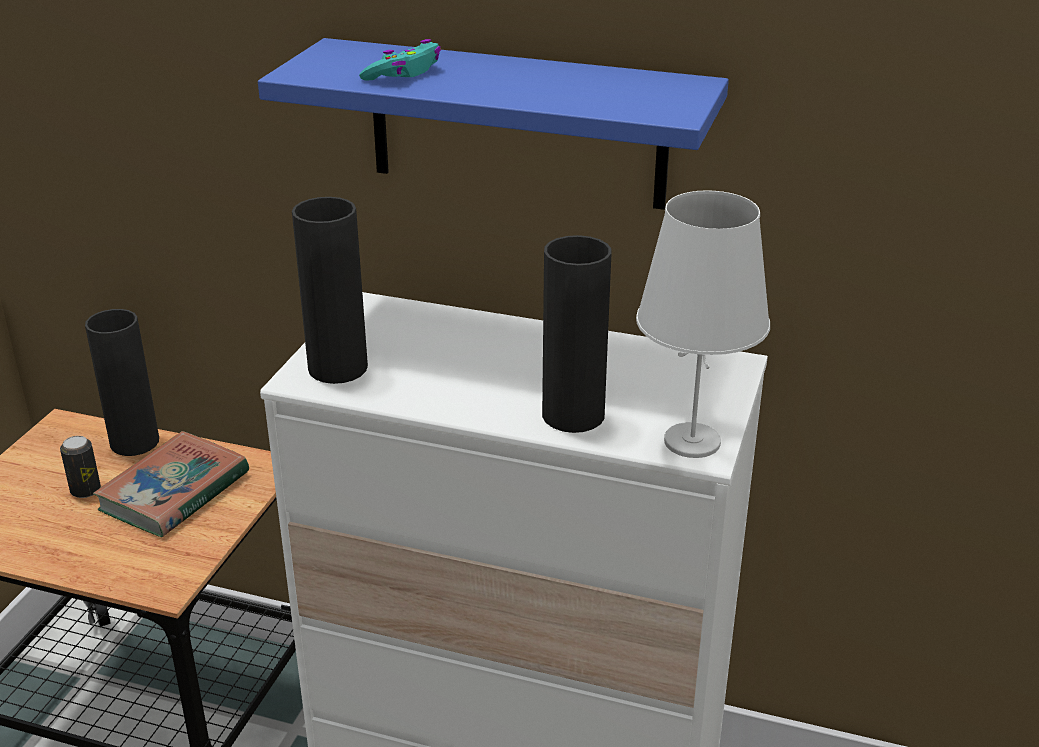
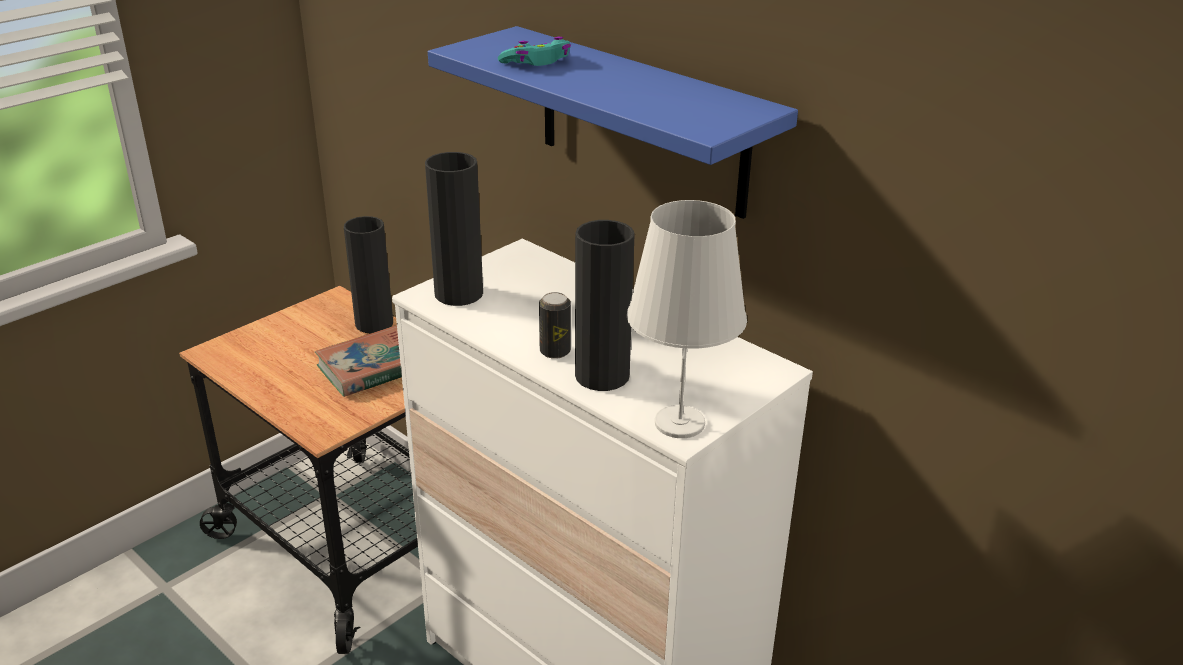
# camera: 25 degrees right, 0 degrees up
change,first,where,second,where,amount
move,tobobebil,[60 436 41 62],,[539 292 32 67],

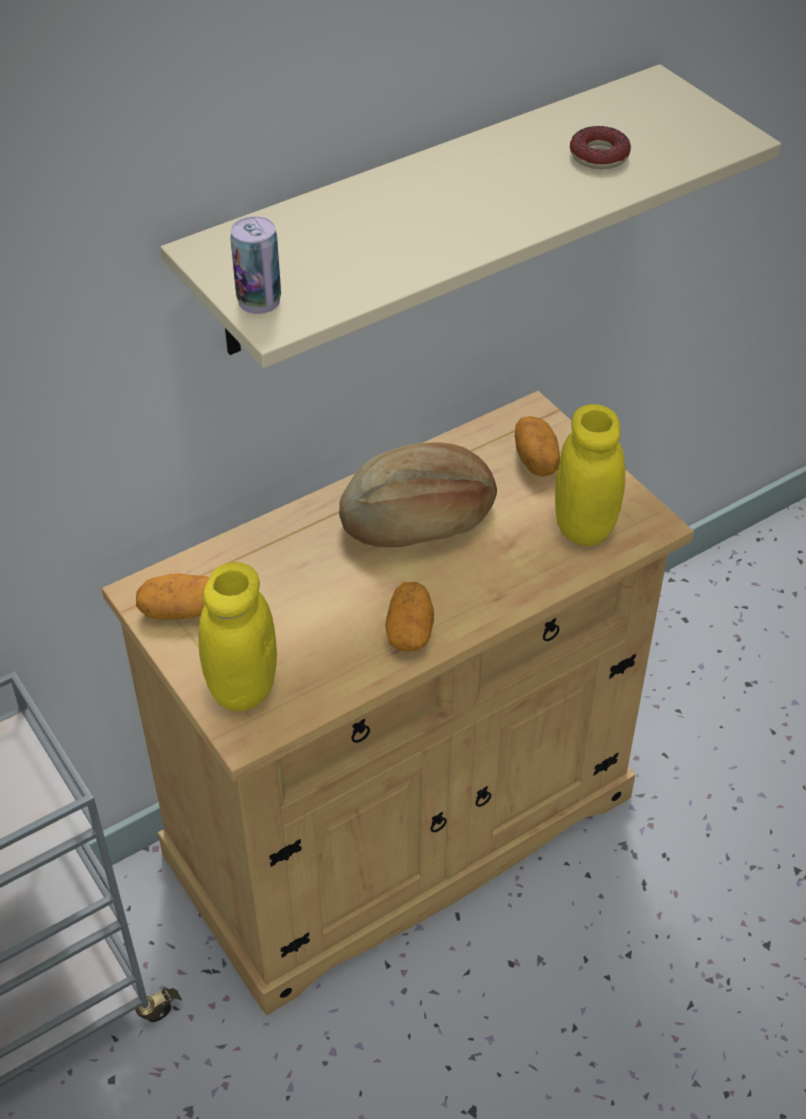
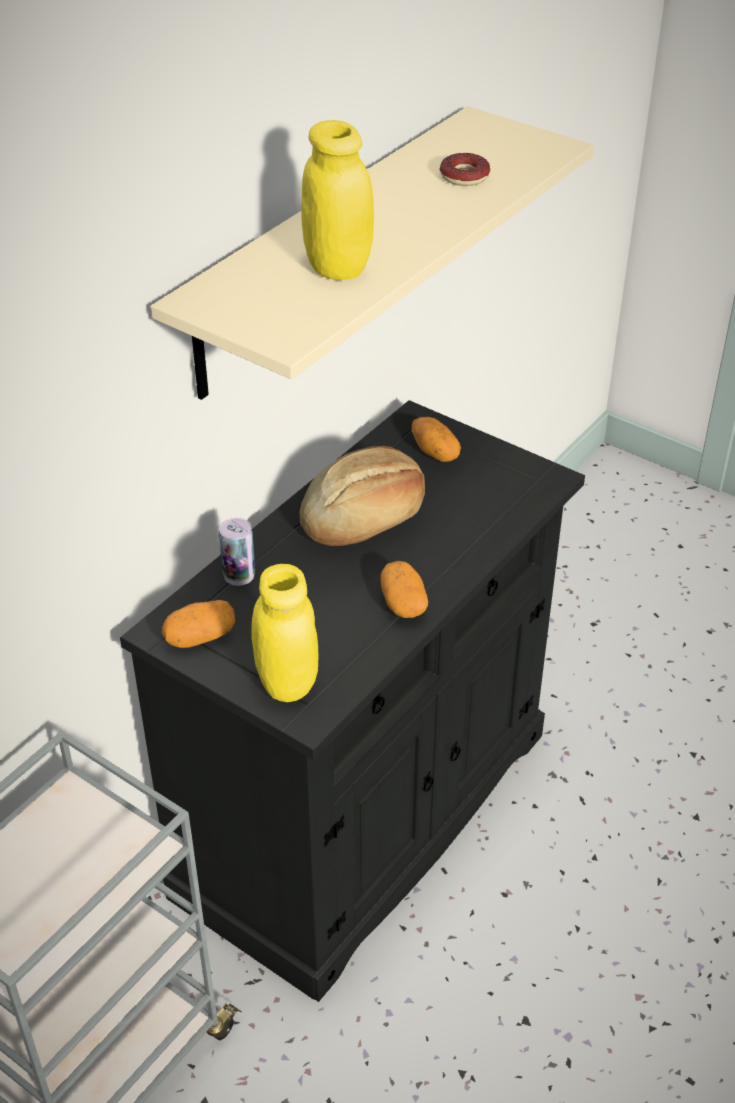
# camera: 20 degrees left, 5 degrees down
change,first,where,second,where,amount
recolor,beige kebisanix,[101 391 593 624],black kebisanix,[120 400 465 602],
move,tobobebil,[230 216 51 98],,[219 518 36 68],
move,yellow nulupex,[555 404 70 142],,[301 120 73 160],

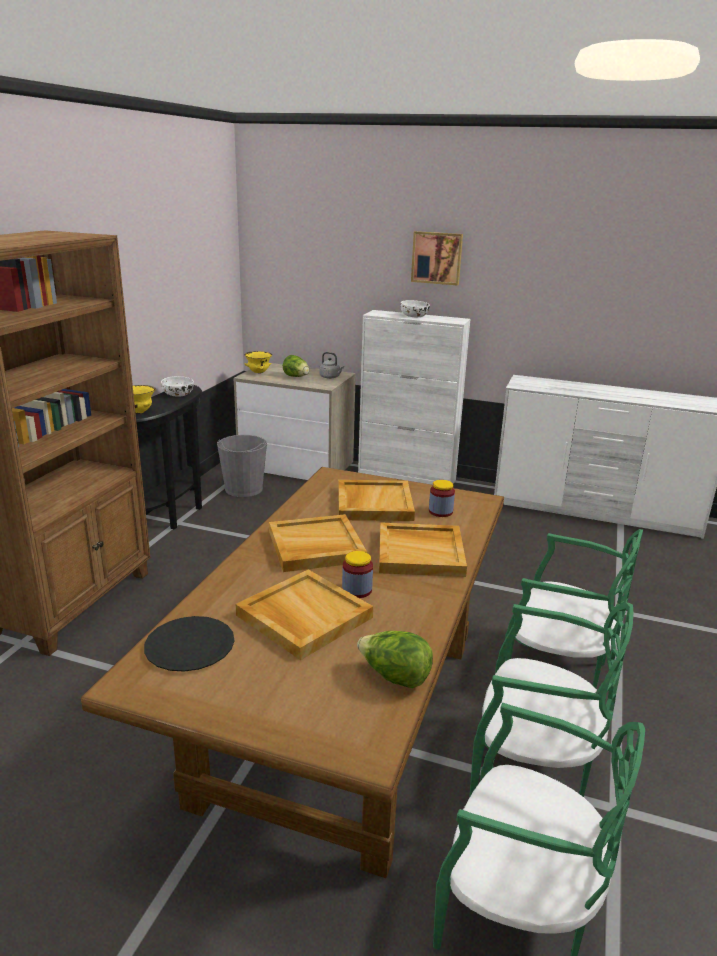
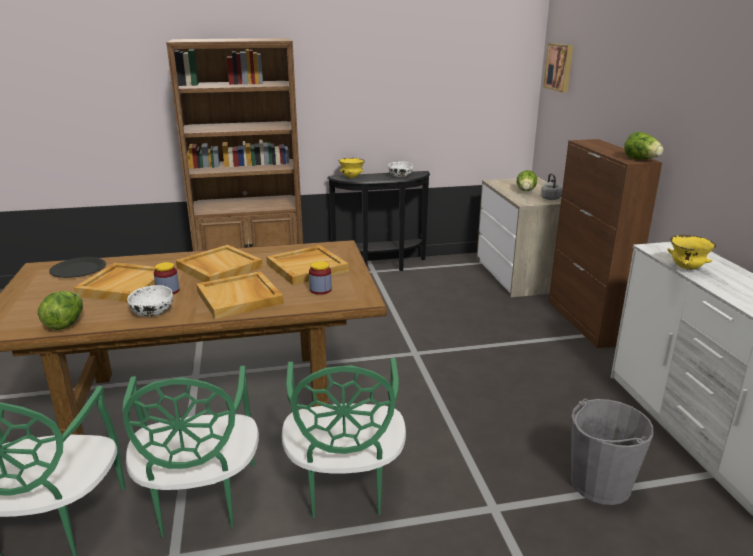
# camera: 60 degrees right, 0 degrees up
change,first,where,second,where,amount
move,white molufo,[400 300 30 17],,[127 285 46 32],
move,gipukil,[411 231 52 55],,[543 43 30 50],
recolor,white kebisanix,[358 310 112 175],brown kebisanix,[548 139 114 209],
move,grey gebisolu,[217 435 50 62],,[571 399 83 106],
insert,,,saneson,[624 132 39 27],
move,yellow molufo,[244 351 28 22],,[667 235 49 35],

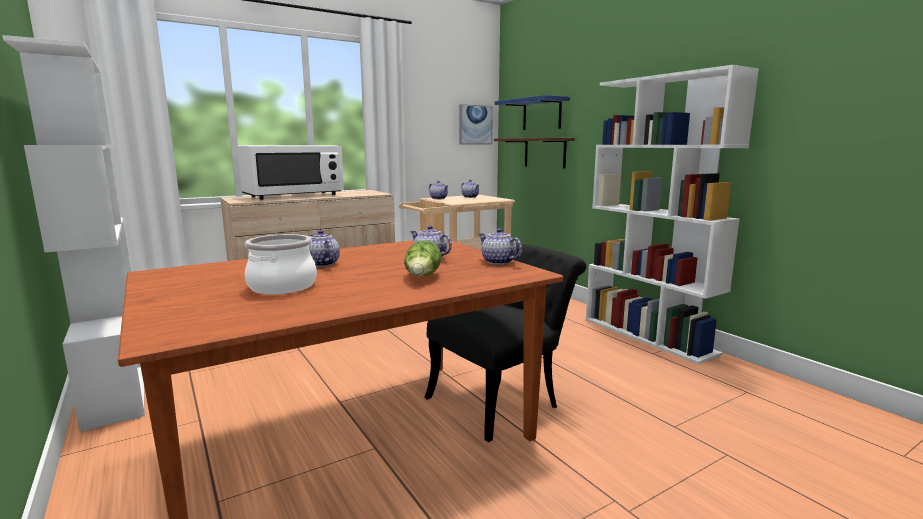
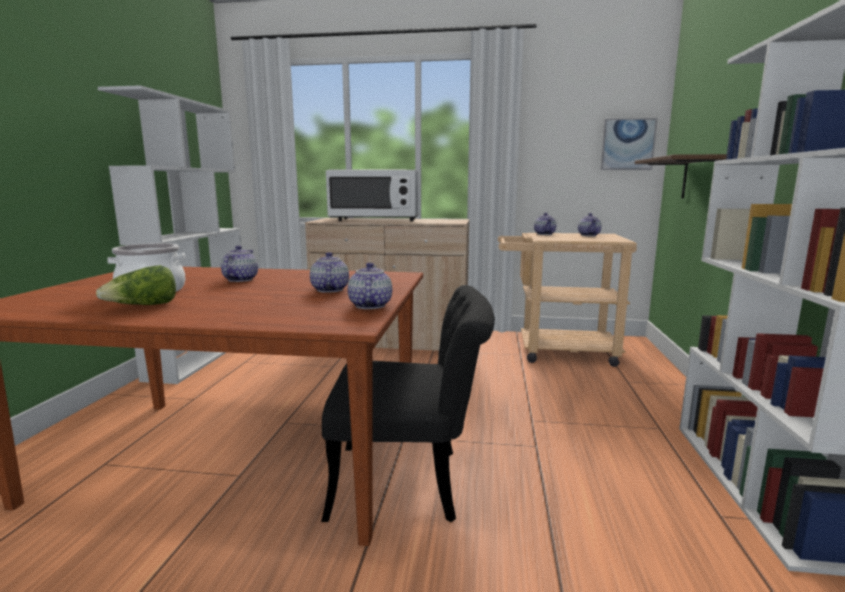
# camera: 40 degrees right, 0 degrees up
change,first,where,second,where,amount
move,saneson,[404 241 37 35],,[96 265 80 40],
delete,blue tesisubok,[495 95 75 35],,,

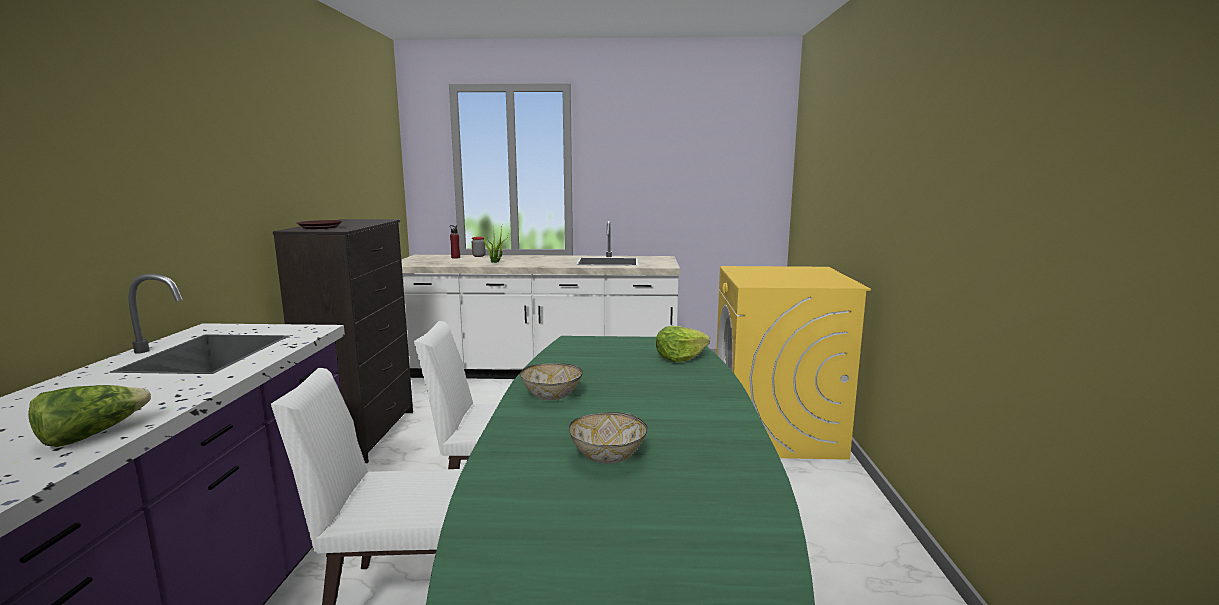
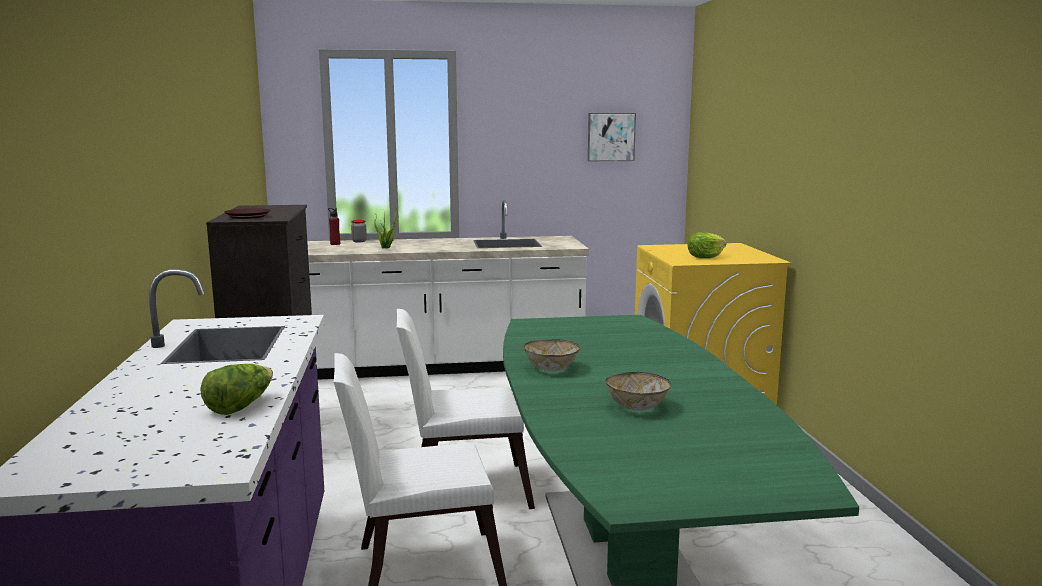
# camera: 10 degrees left, 0 degrees up
change,first,where,second,where,amount
insert,,,gipukil,[588 113 48 48],
move,saneson,[656 326 54 36],,[687 233 40 26],

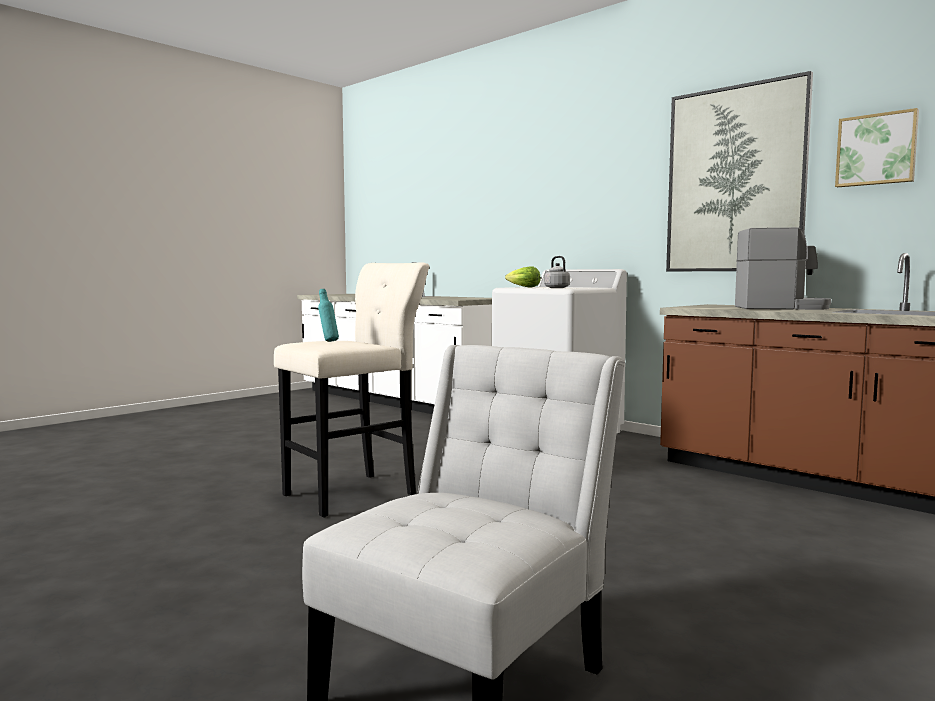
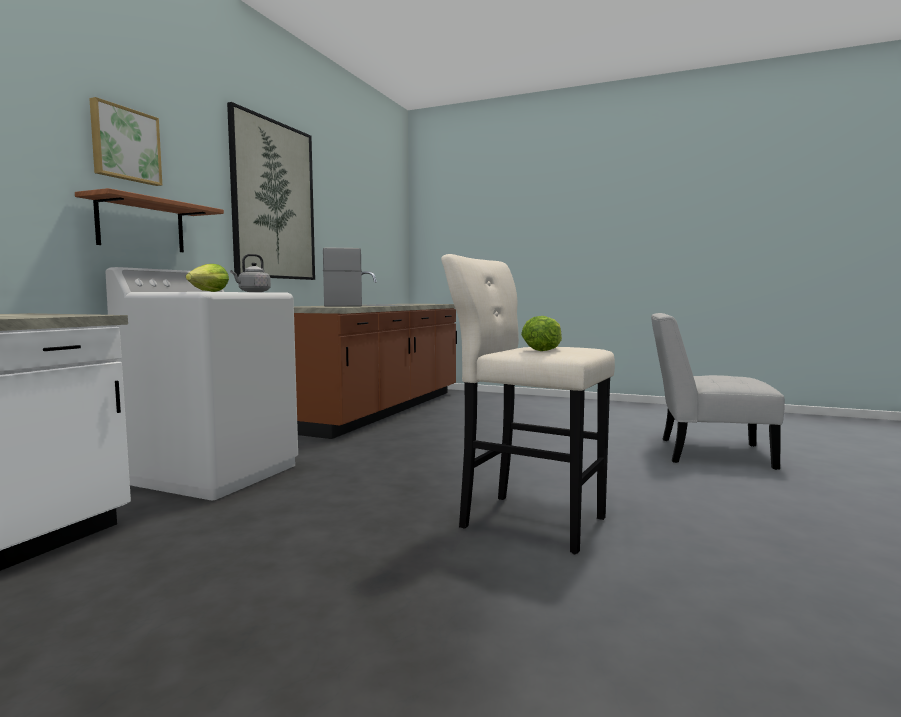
# camera: 110 degrees left, 0 degrees up
change,first,where,second,where,amount
insert,,,tesisubok,[75 188 149 64],
move,gipukil,[835 108 84 79],,[89 97 73 89],
replace,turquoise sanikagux,[318 289 21 53],saneson,[521 316 41 35],

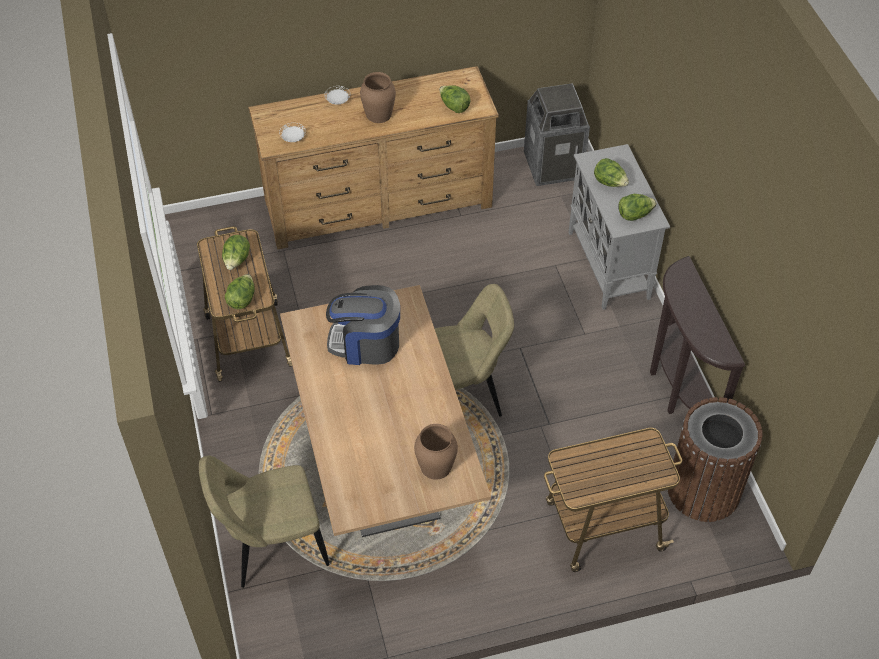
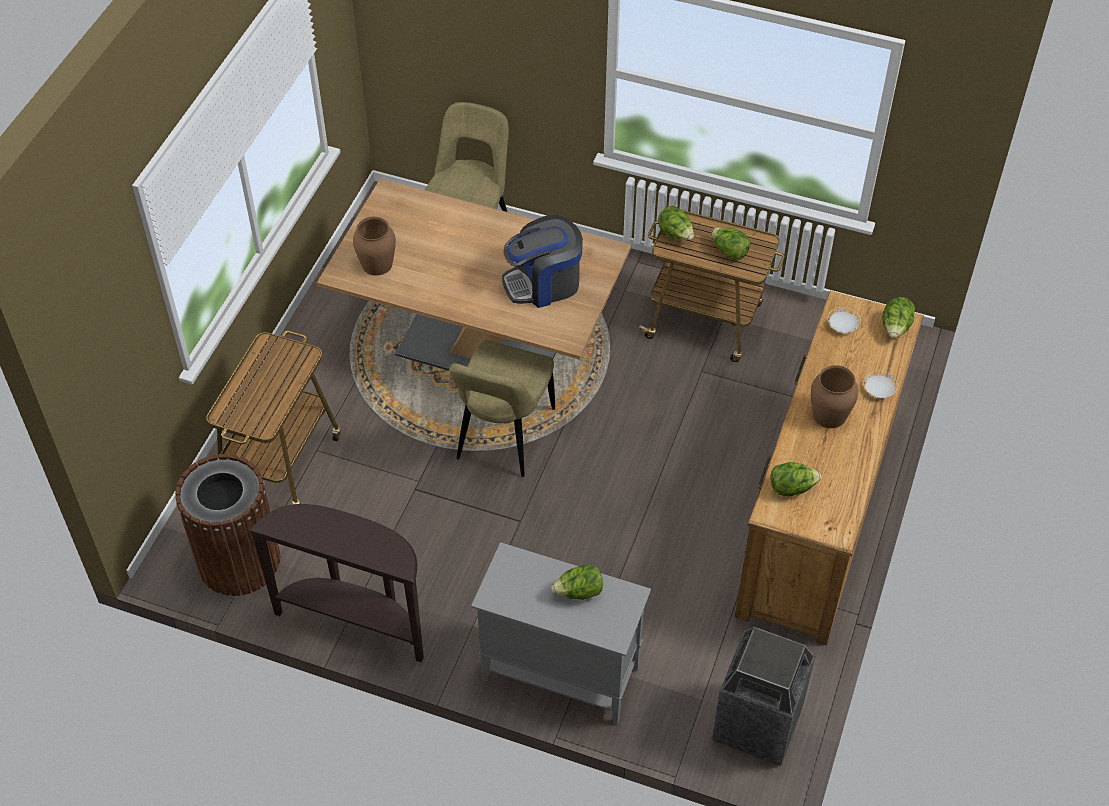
# camera: 125 degrees right, 0 degrees up
change,first,where,second,where,amount
rotate,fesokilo,[326 285 74 80],,[502 215 81 93],150 degrees counterclockwise
move,saneson,[619 194 38 27],,[883 297 32 41],

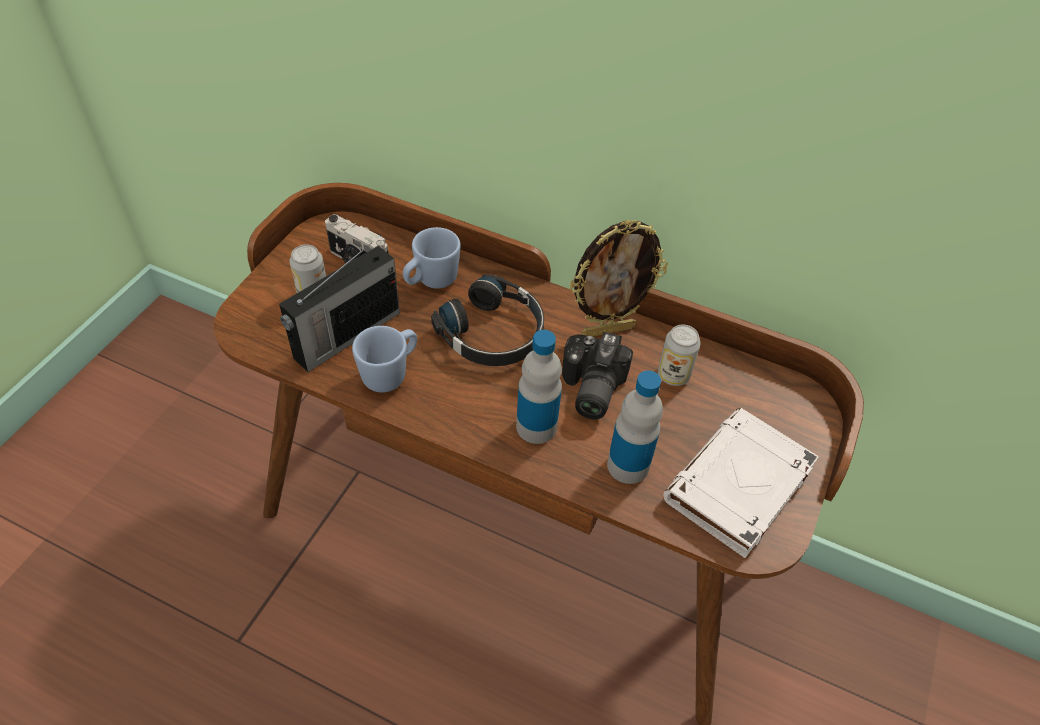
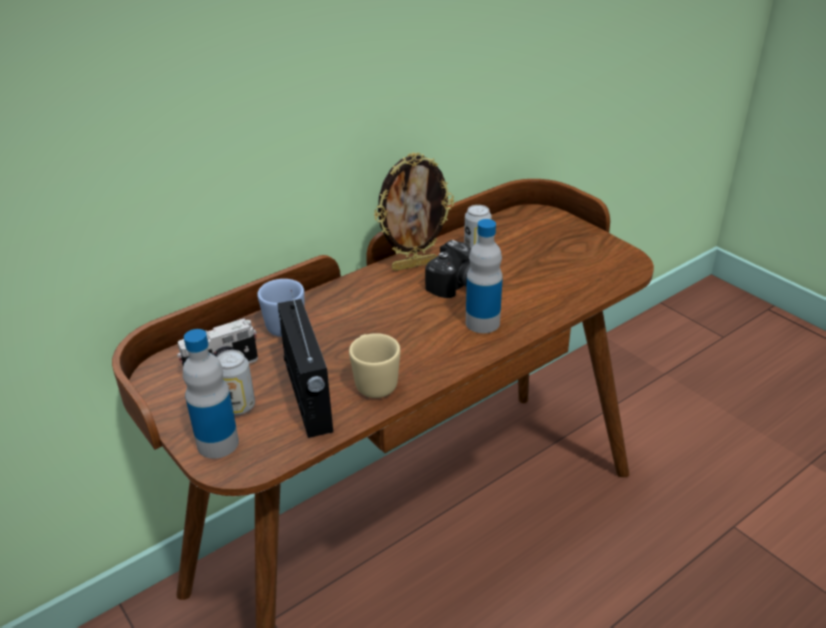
# camera: 60 degrees left, 15 degrees down
change,first,where,second,where,amount
move,sanikagux,[607 371 56 113],,[183 329 56 130],
recolor,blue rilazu,[352 326 65 67],beige rilazu,[349 333 51 65],
rotate,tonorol,[569 220 99 117],,[374 152 80 119],60 degrees clockwise
delete,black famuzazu,[431 274 113 92],,,
delete,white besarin,[663 408 156 150],,,

